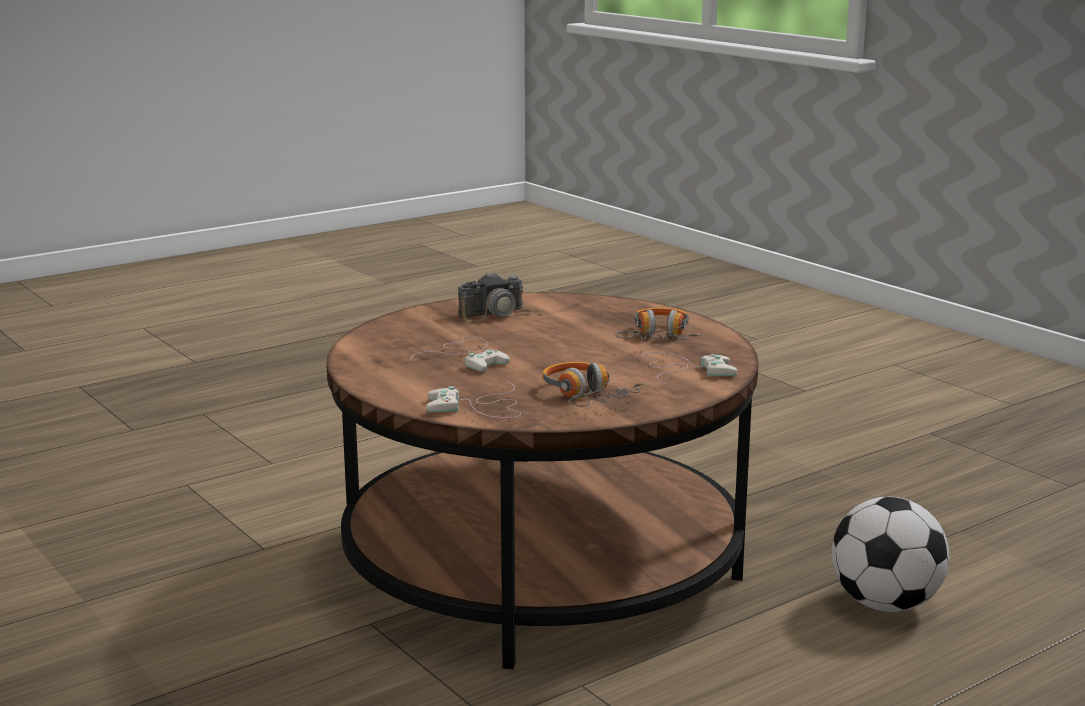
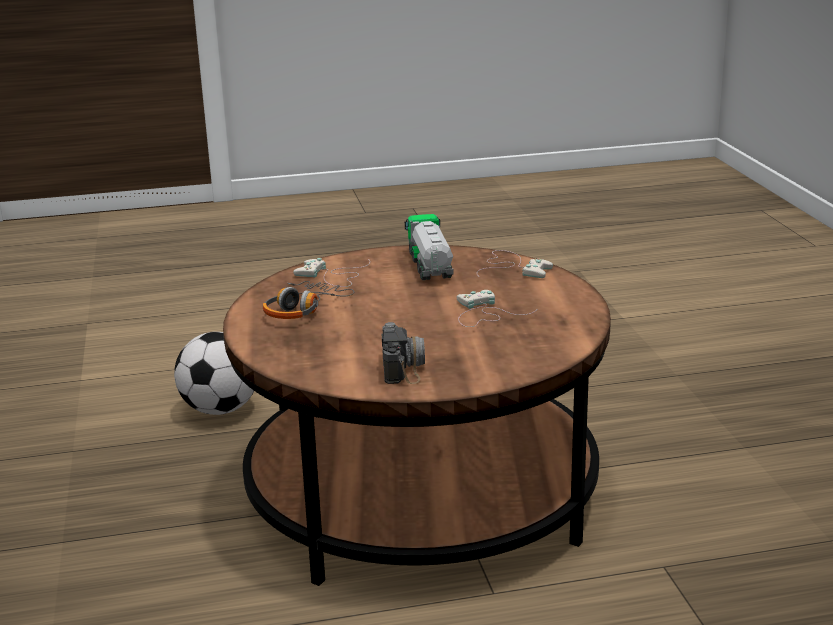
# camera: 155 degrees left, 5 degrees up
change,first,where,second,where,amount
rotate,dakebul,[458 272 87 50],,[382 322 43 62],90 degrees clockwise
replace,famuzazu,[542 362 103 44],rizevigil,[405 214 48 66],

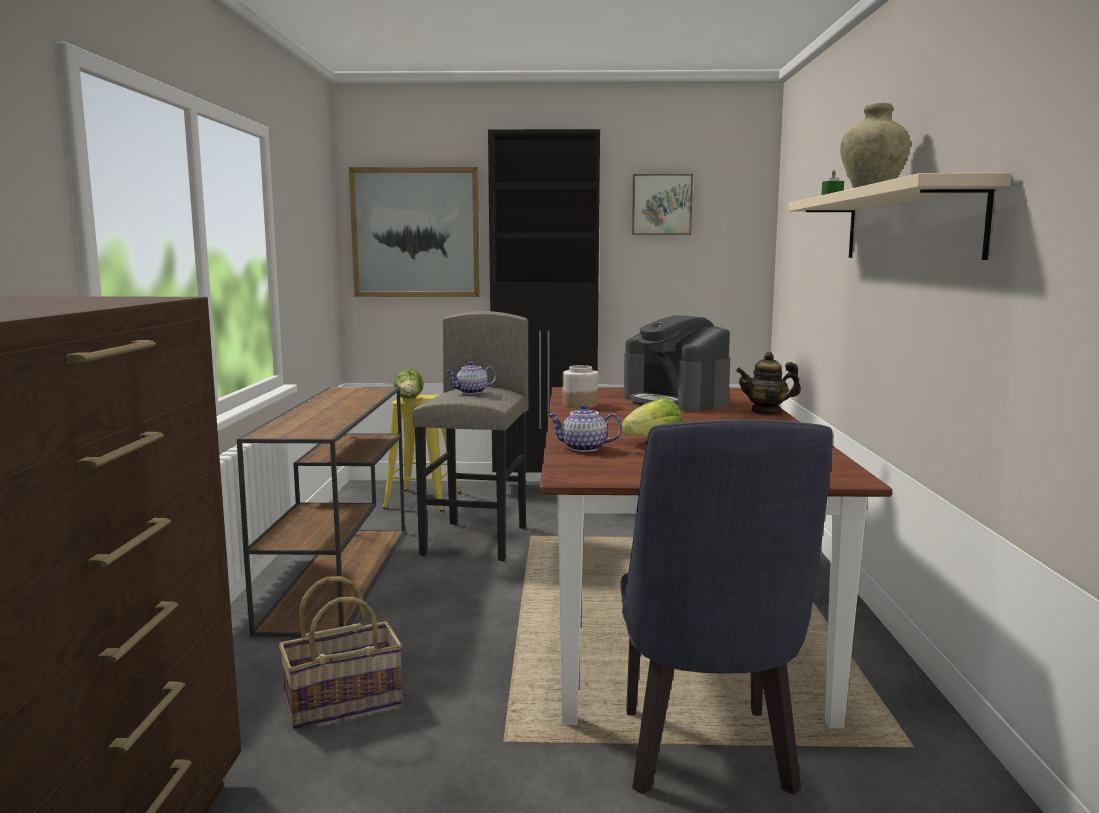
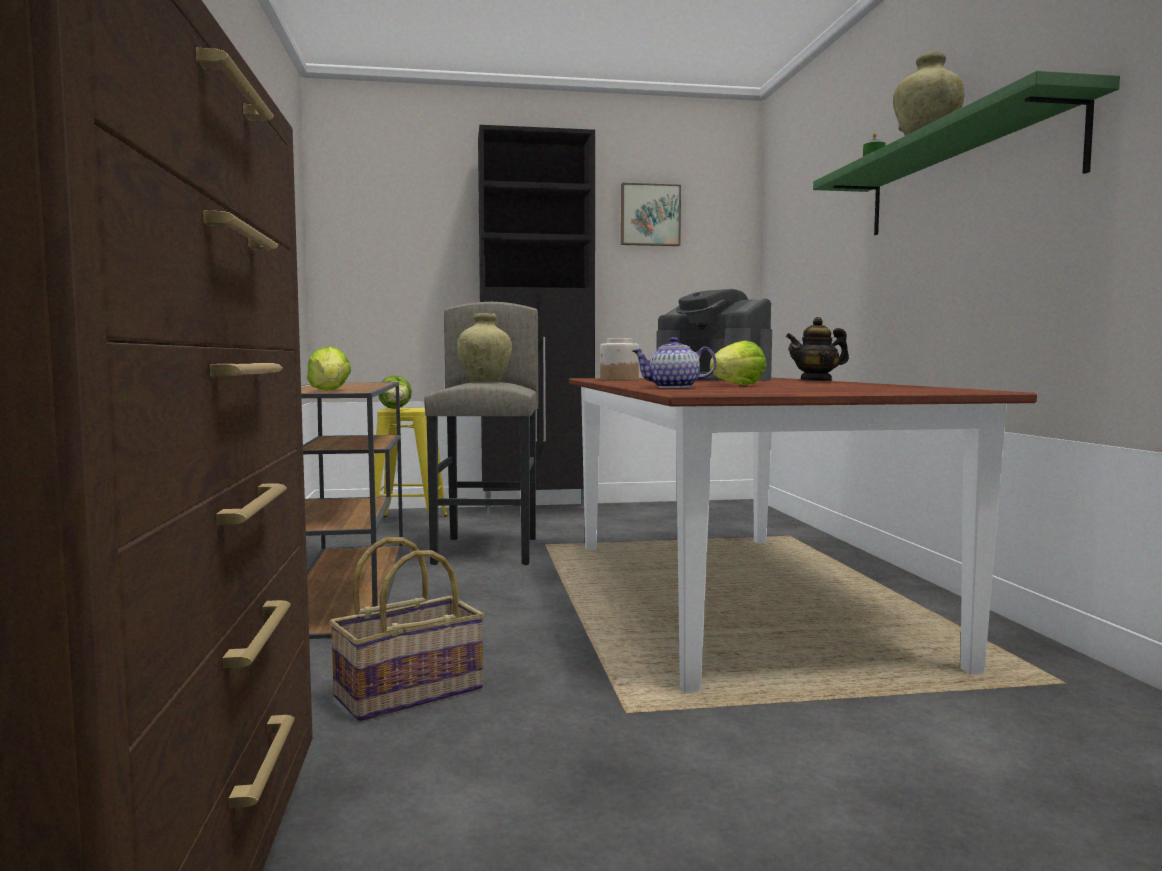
# camera: 10 degrees left, 5 degrees down
change,first,where,second,where,amount
insert,,,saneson,[307 346 44 45],
replace,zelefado,[446 362 51 32],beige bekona,[457 313 55 69],
recolor,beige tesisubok,[789 173 222 87],green tesisubok,[813 71 307 164],
delete,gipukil,[349 167 131 130],,,
delete,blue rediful,[621 420 212 374],,,

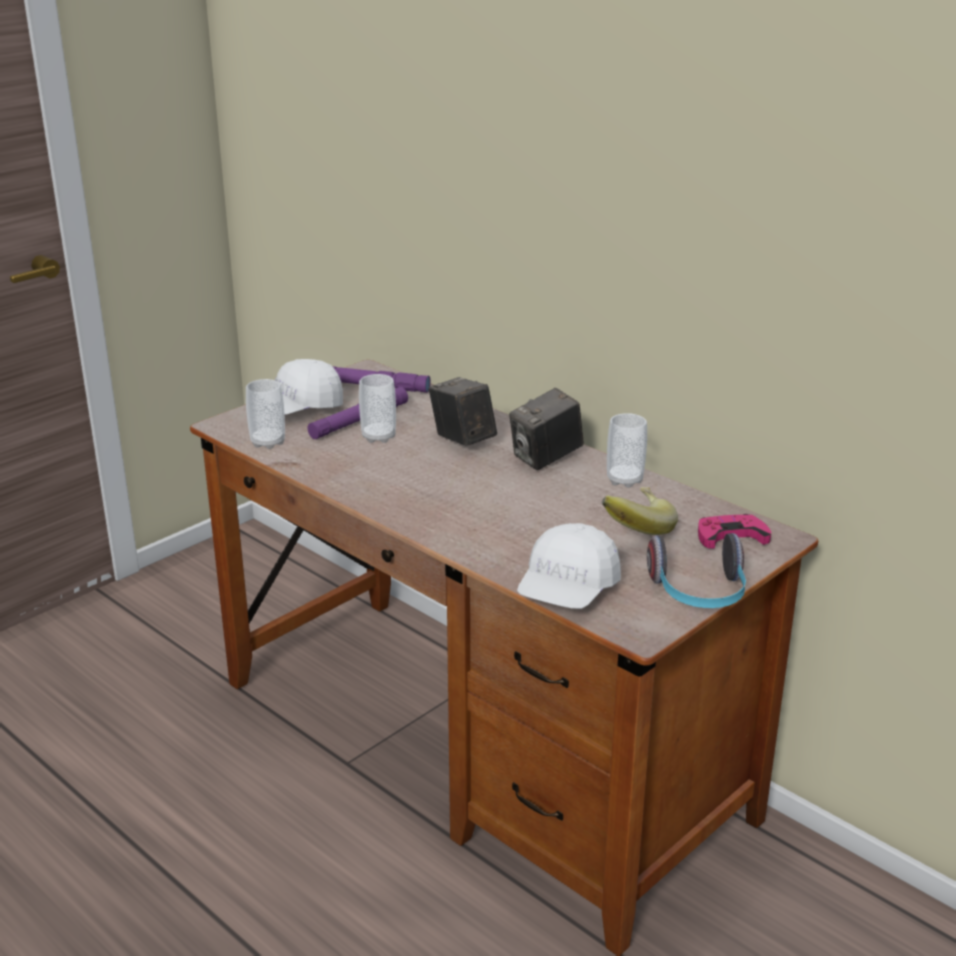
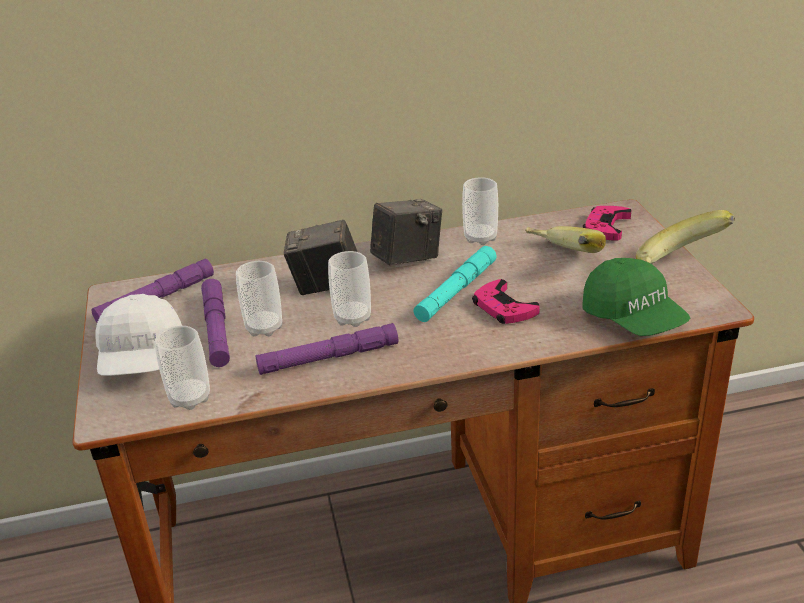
# camera: 55 degrees left, 5 degrees up
change,first,where,second,where,amount
insert,,,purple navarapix,[255 323 143 52],
insert,,,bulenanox,[328 251 43 76],
rotate,dakebul,[509 388 75 82],,[370 199 72 67],120 degrees counterclockwise
insert,,,turquoise navarapix,[414 246 83 76],
insert,,,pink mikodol,[472 279 68 45],
recolor,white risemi,[517 523 104 86],green risemi,[582 258 108 78],
replace,famuzazu,[647 533 99 75],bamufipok,[636 210 99 54],

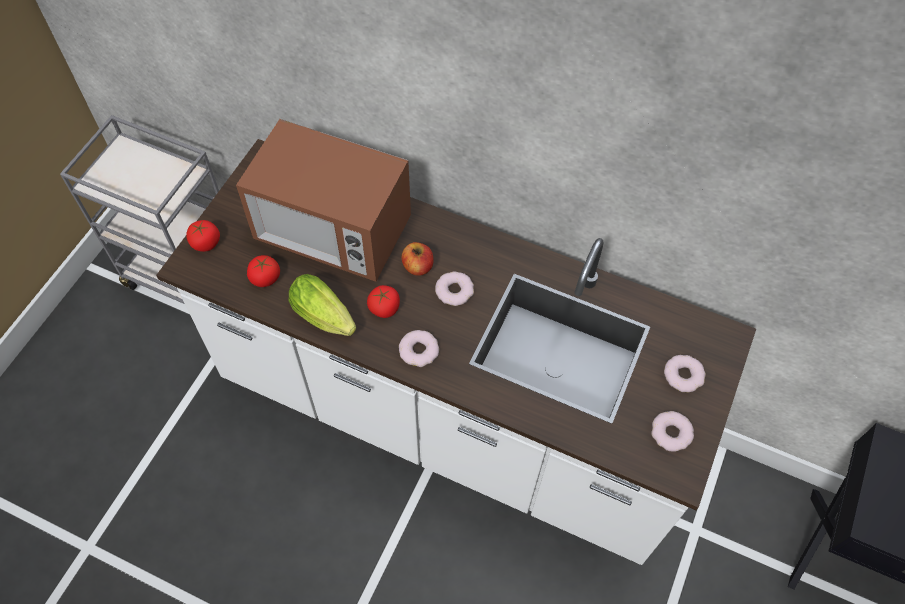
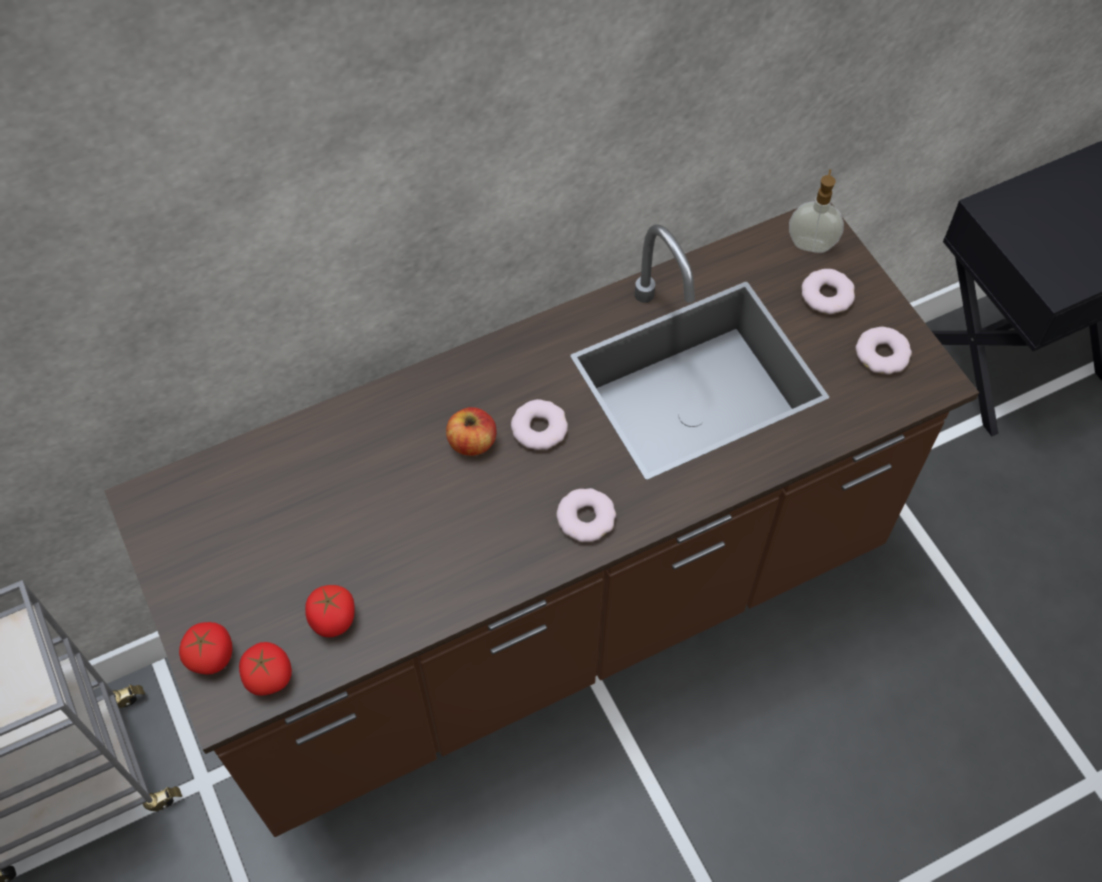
# camera: 50 degrees left, 0 degrees up
change,first,where,second,where,amount
recolor,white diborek,[156 139 600 426],brown diborek,[104 203 875 634],
move,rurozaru,[367 285 33 33],,[239 642 53 54],
insert,,,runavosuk,[789 169 55 84],
delete,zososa,[236 119 175 163],,,
delete,saneson,[289 274 67 62],,,

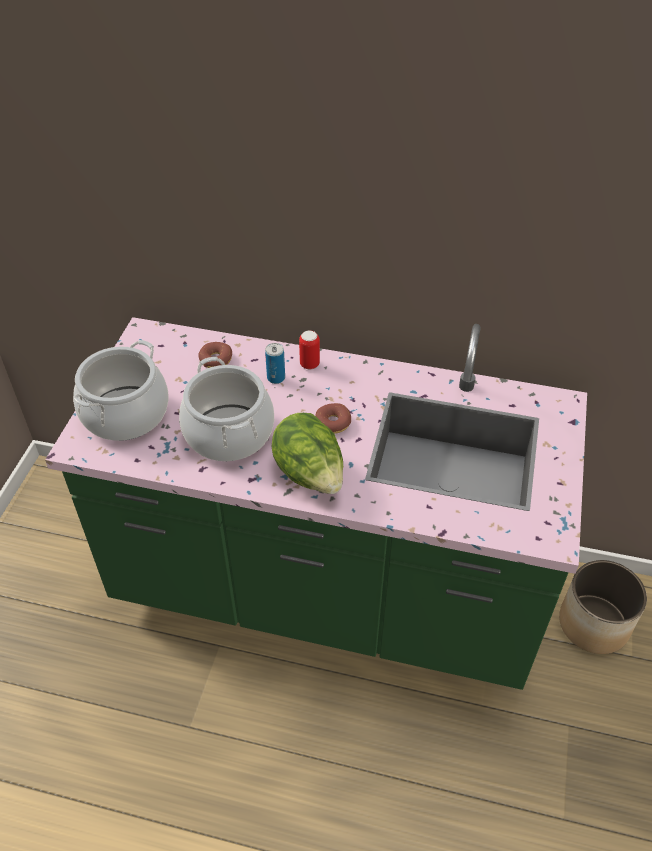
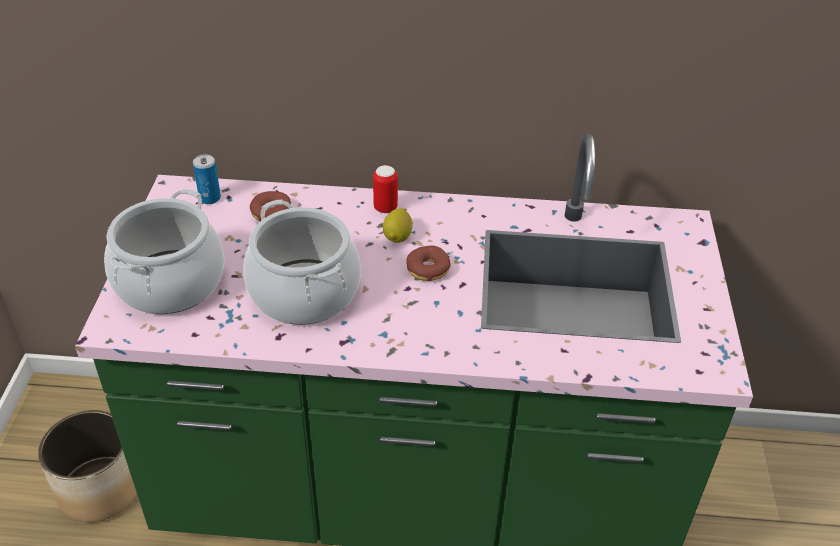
# camera: 10 degrees left, 5 degrees down
change,first,where,second,where,amount
move,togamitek,[559 560 88 94],,[38 410 99 112],
move,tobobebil,[265 343 20 41],,[193 154 28 50],
insert,,,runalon,[383 208 30 35],
delete,saneson,[272 413 71 81],,,

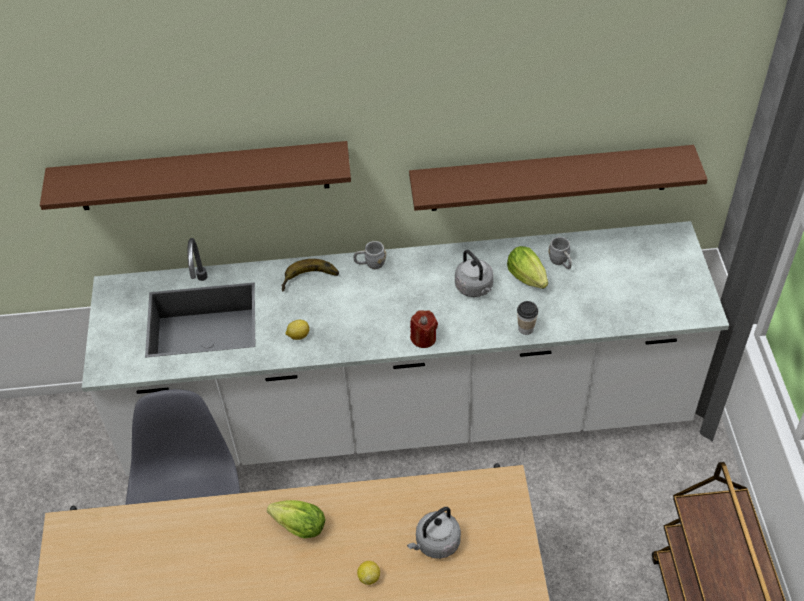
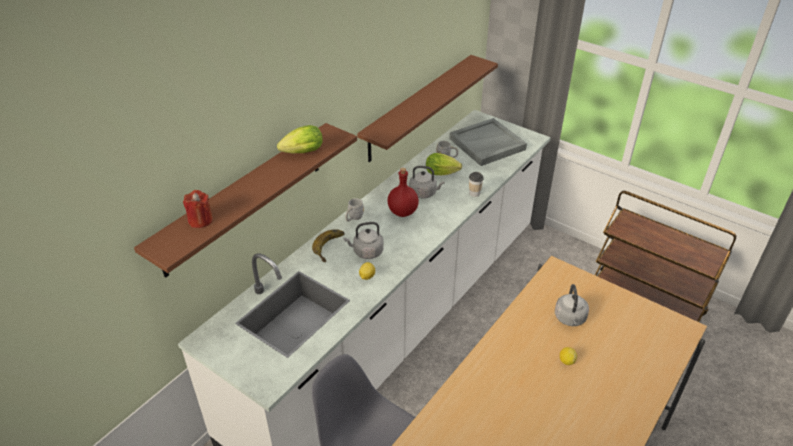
# camera: 50 degrees left, 10 degrees down
change,first,where,second,where,amount
move,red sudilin,[410 310 28 38],,[183 190 30 38],
move,saneson,[267 500 58 38],,[277 125 46 28],
insert,,,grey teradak,[344 222 40 37],
insert,,,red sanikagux,[387 168 32 49],
insert,,,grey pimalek,[449 118 78 48],

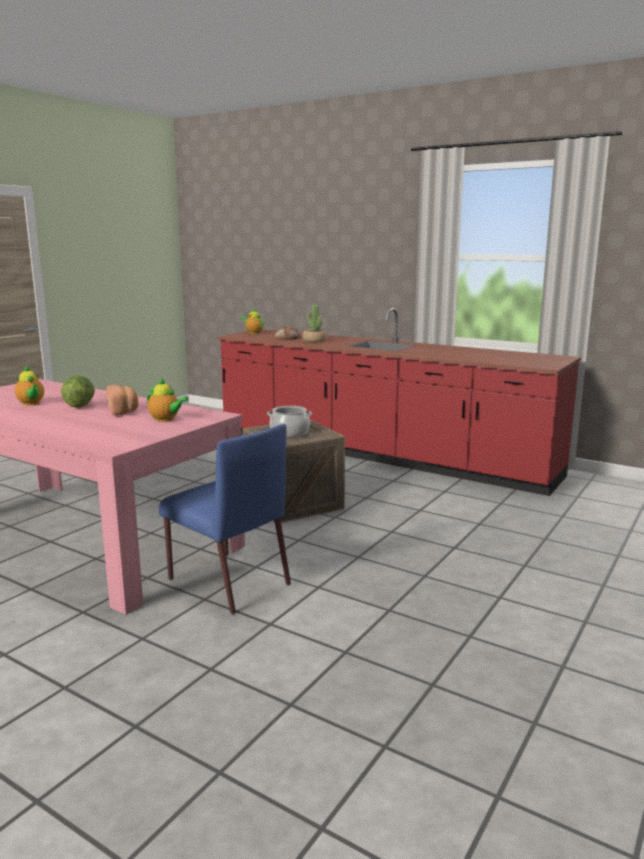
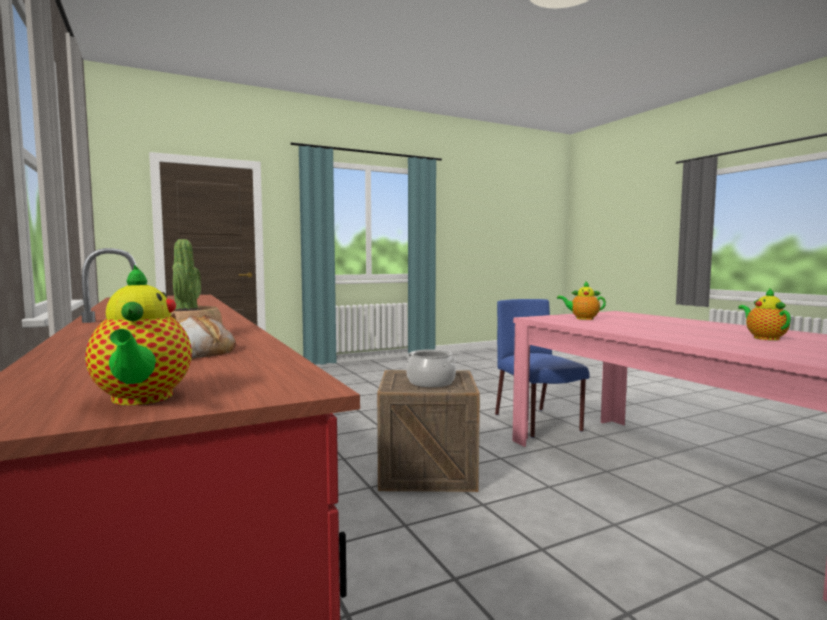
# camera: 150 degrees left, 10 degrees down
change,first,where,second,where,amount
rotate,zelefado,[147 378 42 44],,[557 281 49 39],45 degrees counterclockwise
delete,saneson,[61 375 34 33],,,
delete,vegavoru,[106 385 32 30],,,

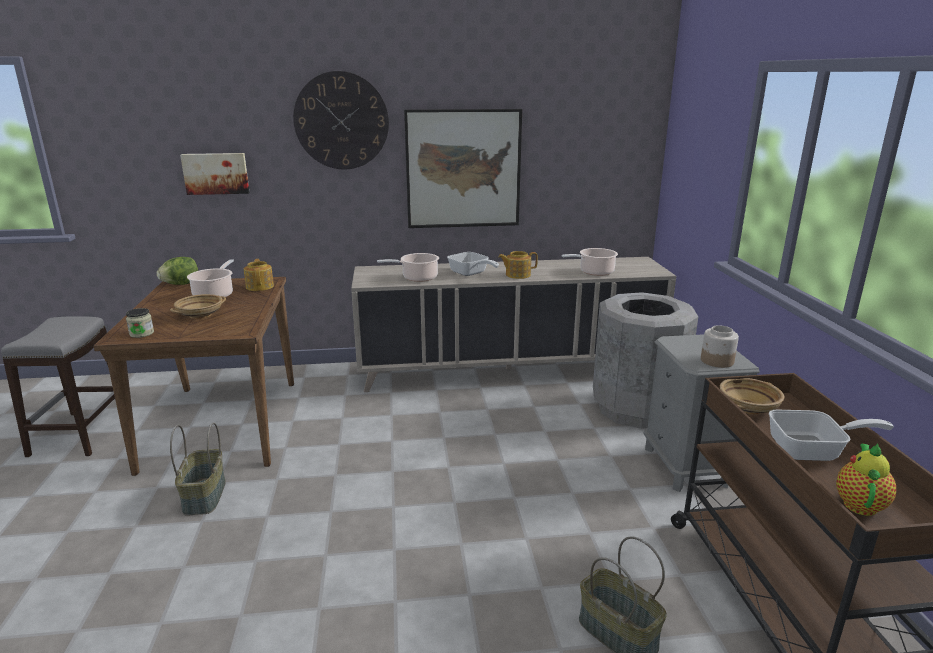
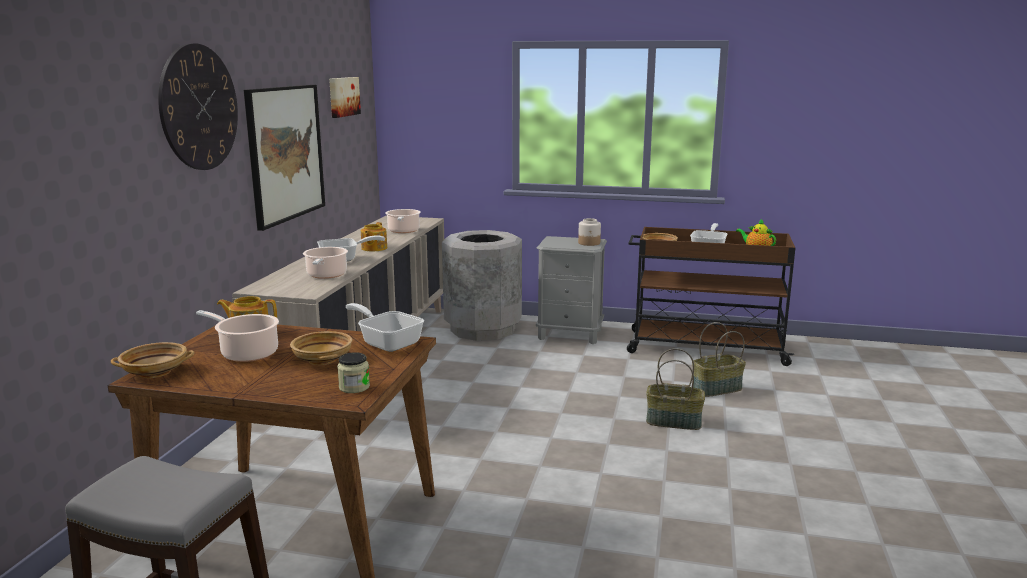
# camera: 70 degrees left, 5 degrees down
change,first,where,second,where,amount
replace,saneson,[157 257 41 28],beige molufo,[111 342 83 36],
move,gipukil,[180 153 70 42],,[329 77 32 41],
insert,,,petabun,[346 303 78 49],
move,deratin,[170 422 56 93],,[646 348 59 82],

